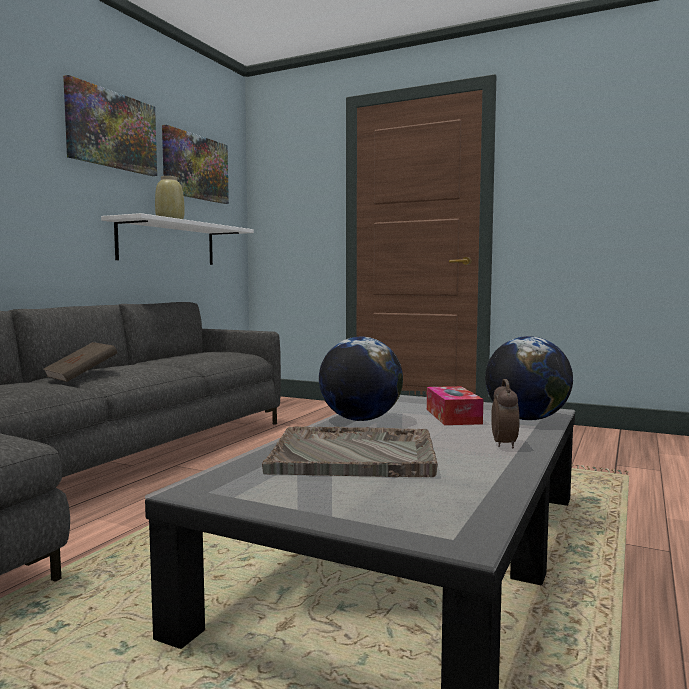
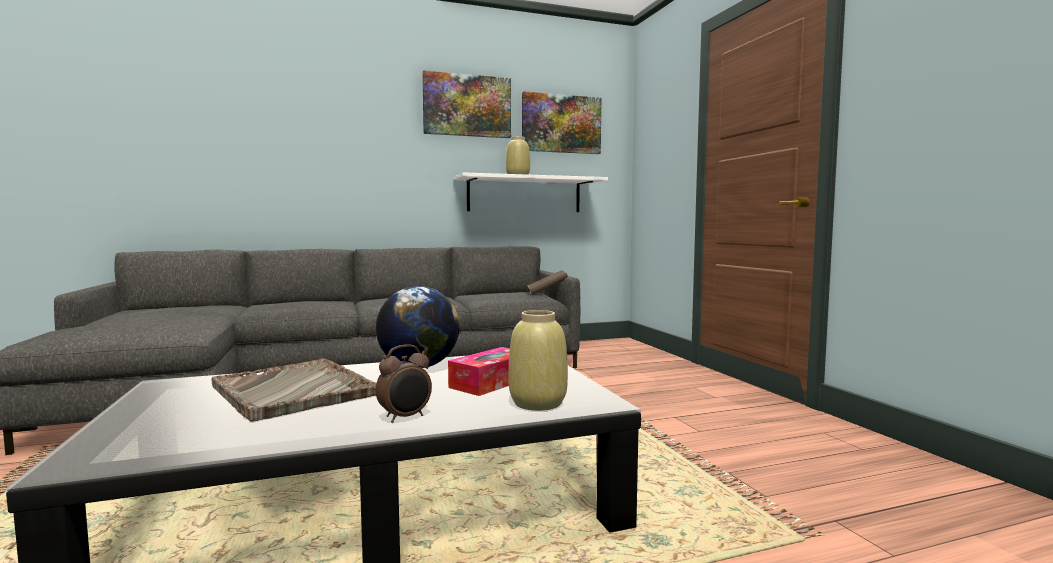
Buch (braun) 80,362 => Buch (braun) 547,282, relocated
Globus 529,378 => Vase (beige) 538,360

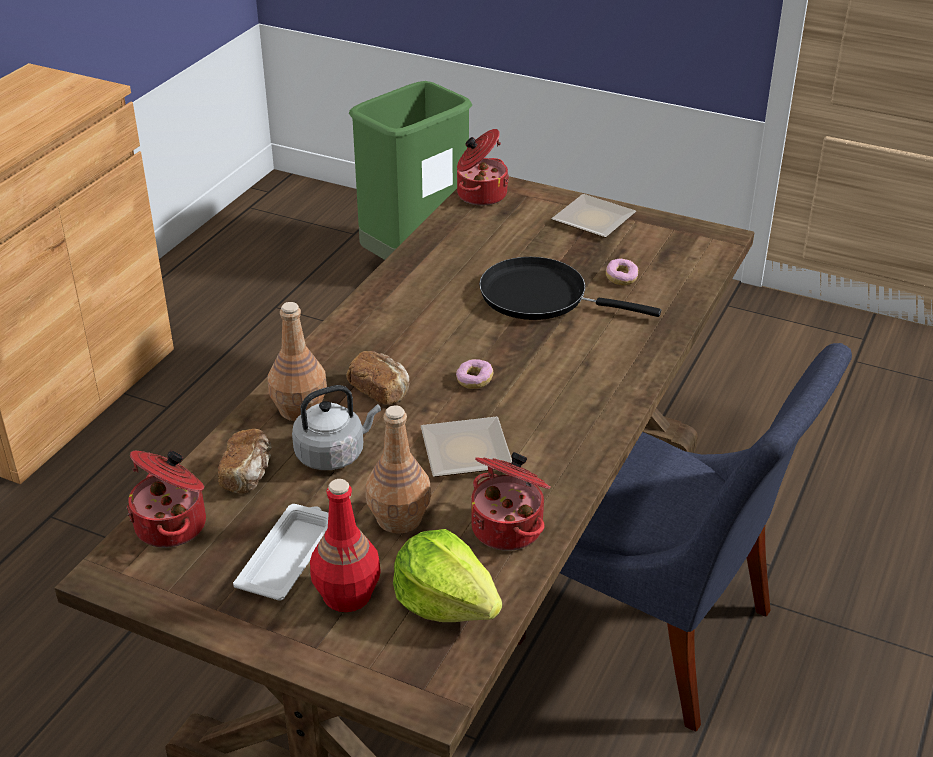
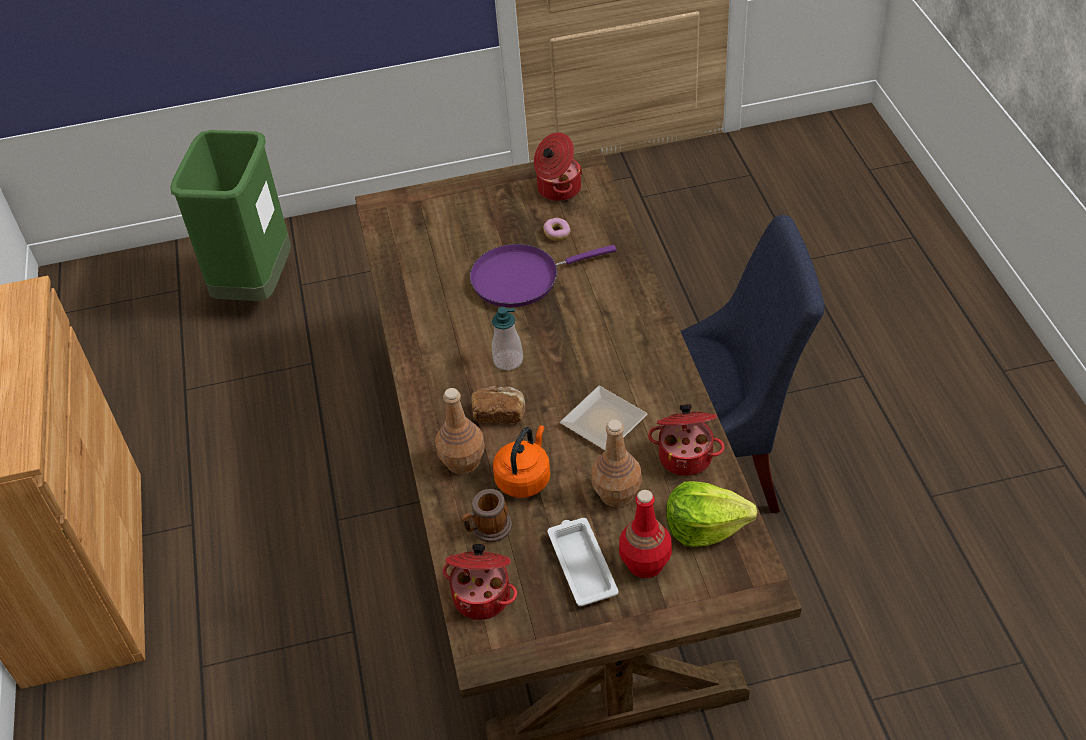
Donut 474,374 => nothing
Teller 593,216 => nothing
nothing => Seifenspender 507,338
Kochtopf 483,167 => Kochtopf 558,166, relocated
Brot 245,461 => Henkelbecher 486,515
Wasserkessel (grau) 336,427 => Wasserkessel (orange) 521,461
Pfanne (schwarz) 570,288 => Pfanne (lila) 543,275

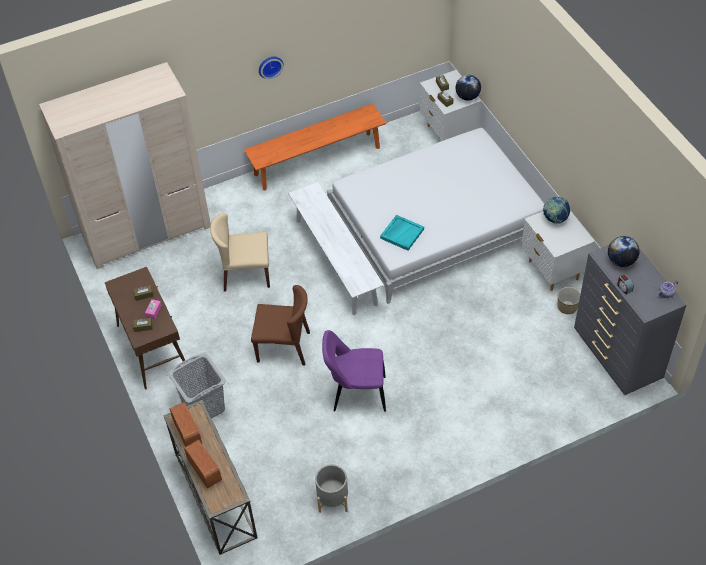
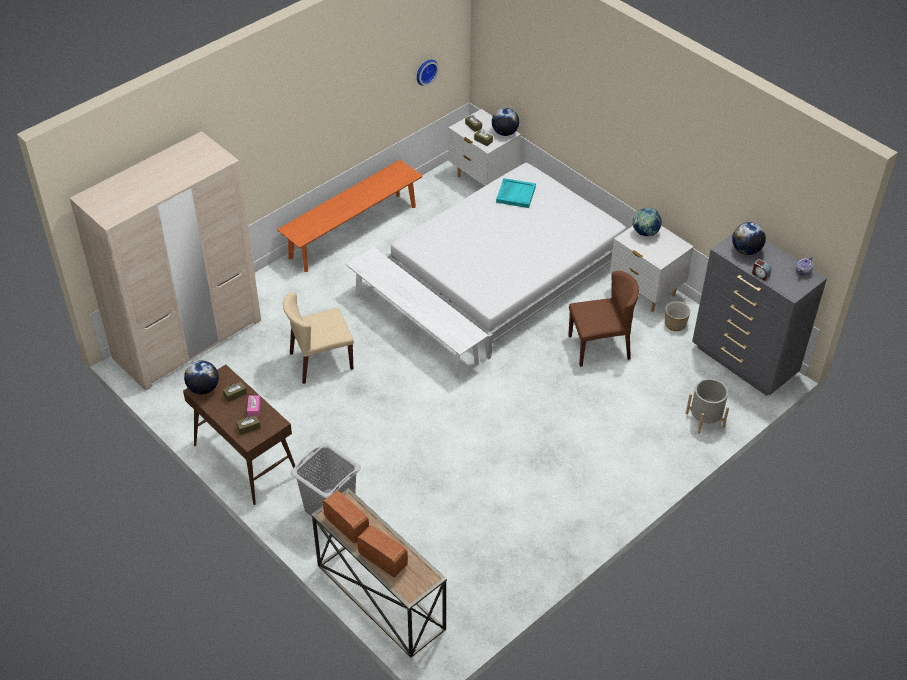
Stuhl (lila) 354,371 => nothing
nothing => Globus 201,377
Stuhl (braun) 280,325 => Stuhl (braun) 603,319, relocated
Wanduhr 271,68 => Wanduhr 428,73, relocated
Pflanzkübel (grau) 331,488 => Pflanzkübel (grau) 707,406, relocated
Tablett (türkis) 402,233 => Tablett (türkis) 516,193, relocated

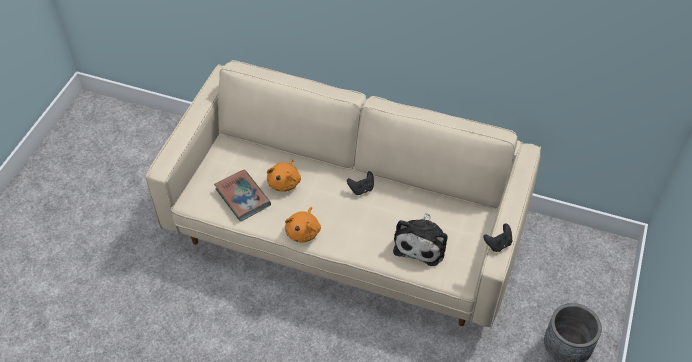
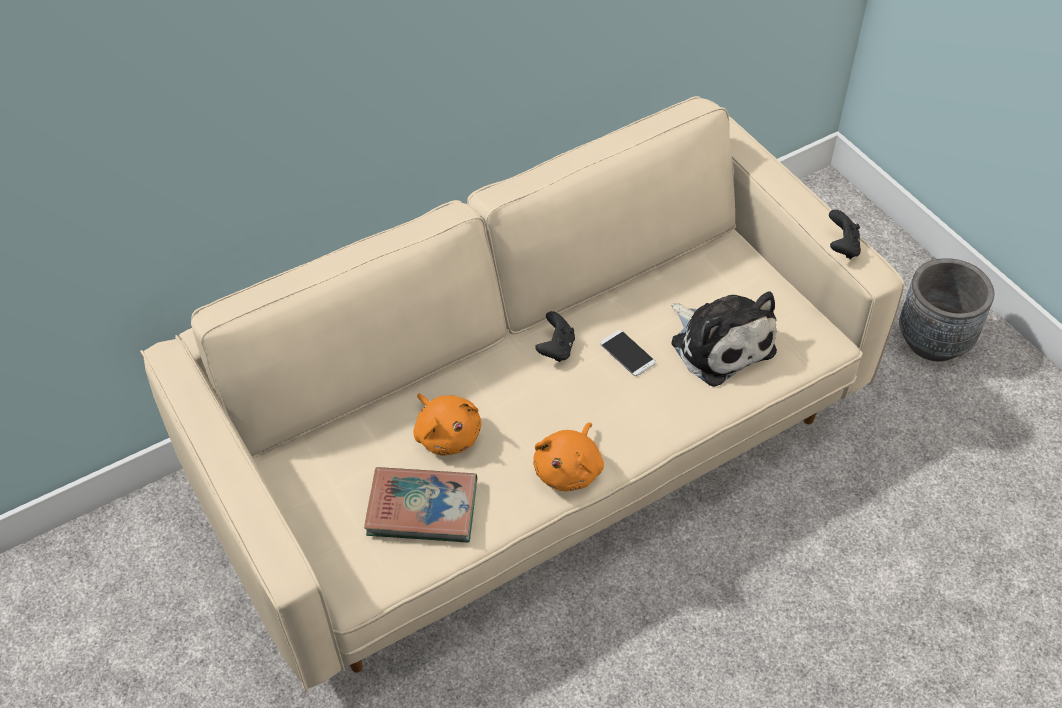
nothing => Handy 628,353
Plüschtier (orange) 303,224 => Plüschtier (orange) 568,456, 60 degrees clockwise

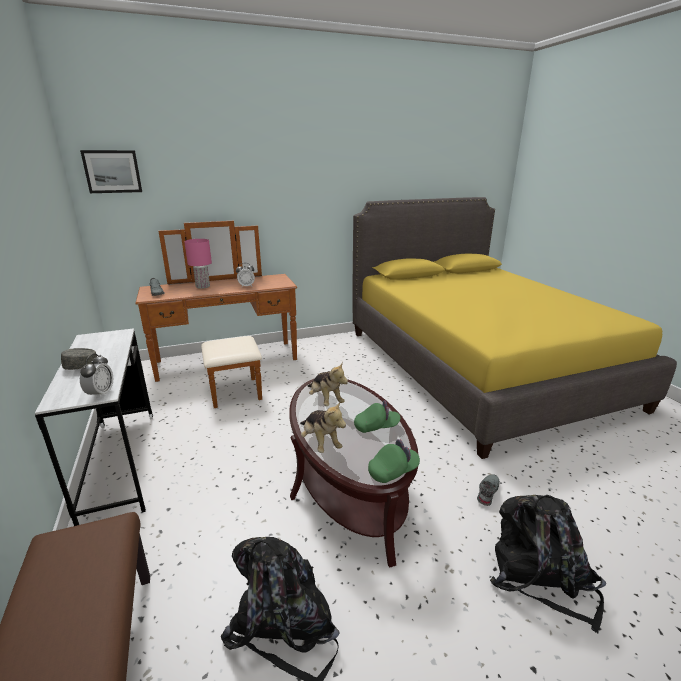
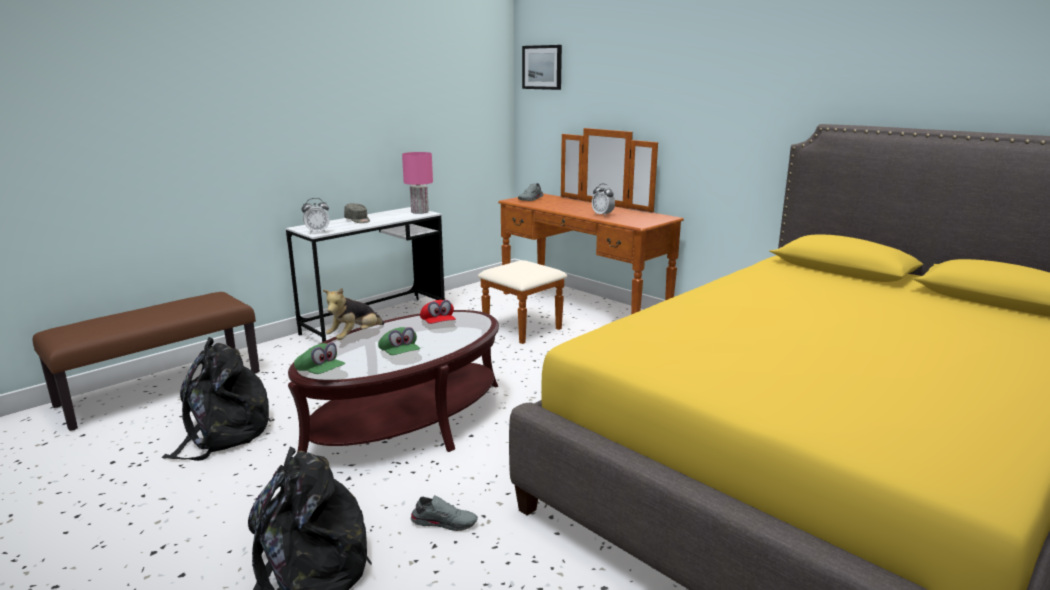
Tischlampe (rosa) 198,264 => Tischlampe (rosa) 417,183, relocated
Plüschtier 328,384 => Kappe (rot) 438,312

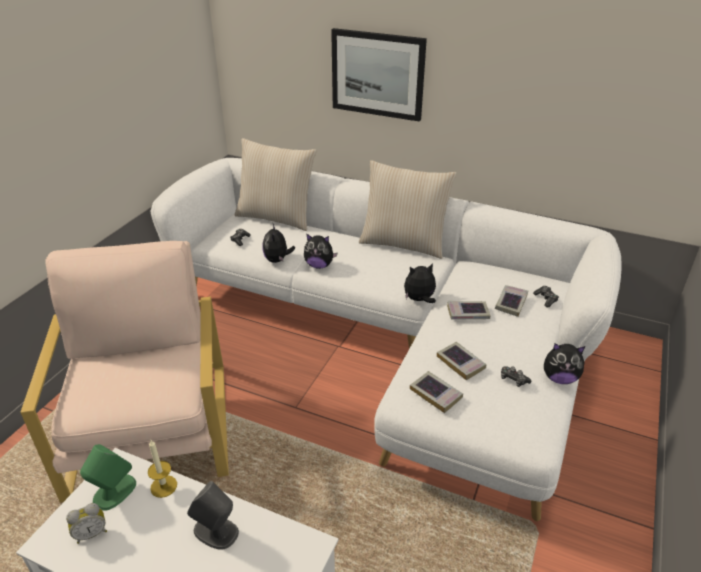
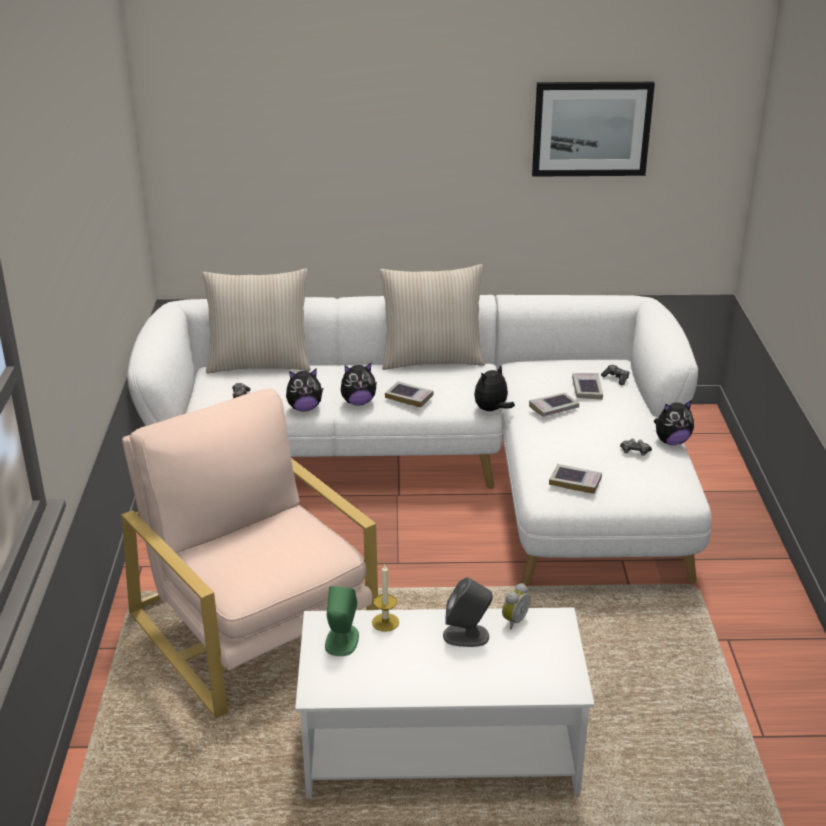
Wecker 86,523 => Wecker 516,606, relocated
Bild 379,74 => Bild 593,129, relocated
Buch 462,361 => Buch 409,394, relocated
Plüschtier 278,243 => Plüschtier 304,390, 75 degrees counterclockwise

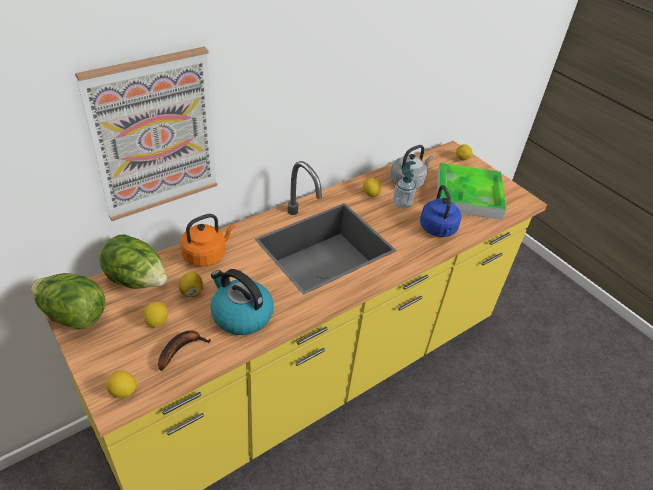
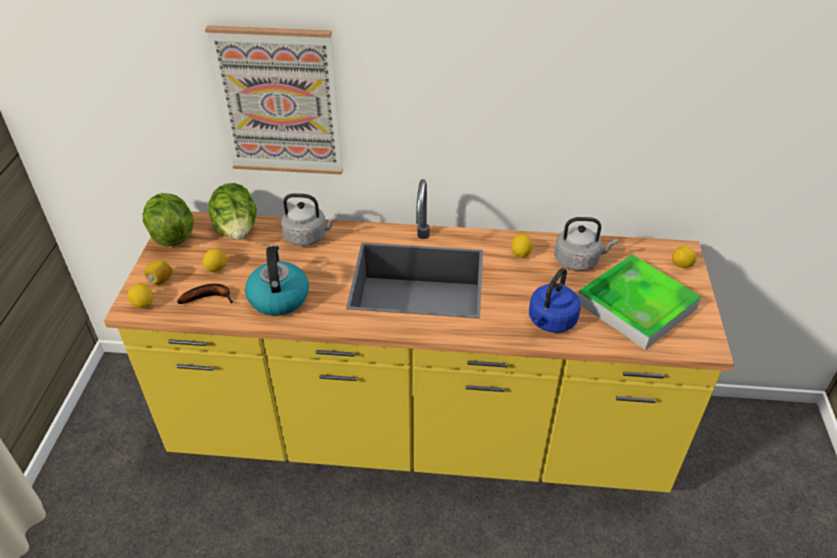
Seifenspender 404,185 => nothing
Zitrone 190,284 => Zitrone 158,272, relocated
Wasserkessel (orange) 207,240 => Wasserkessel (grau) 309,219

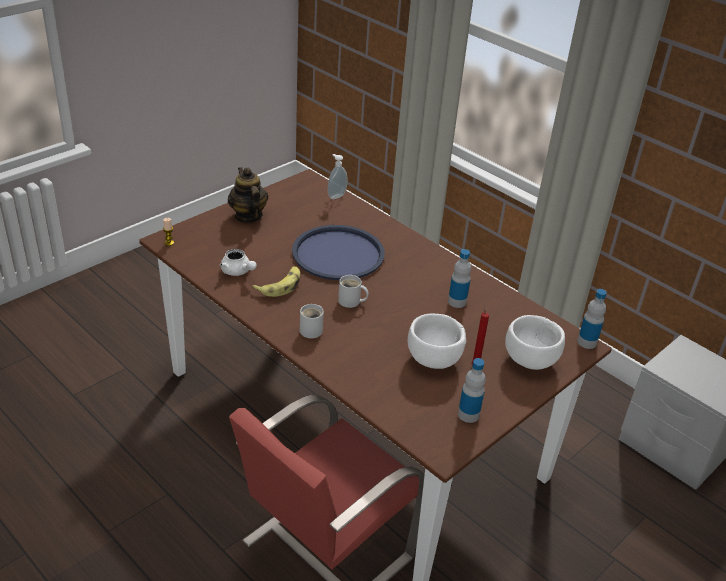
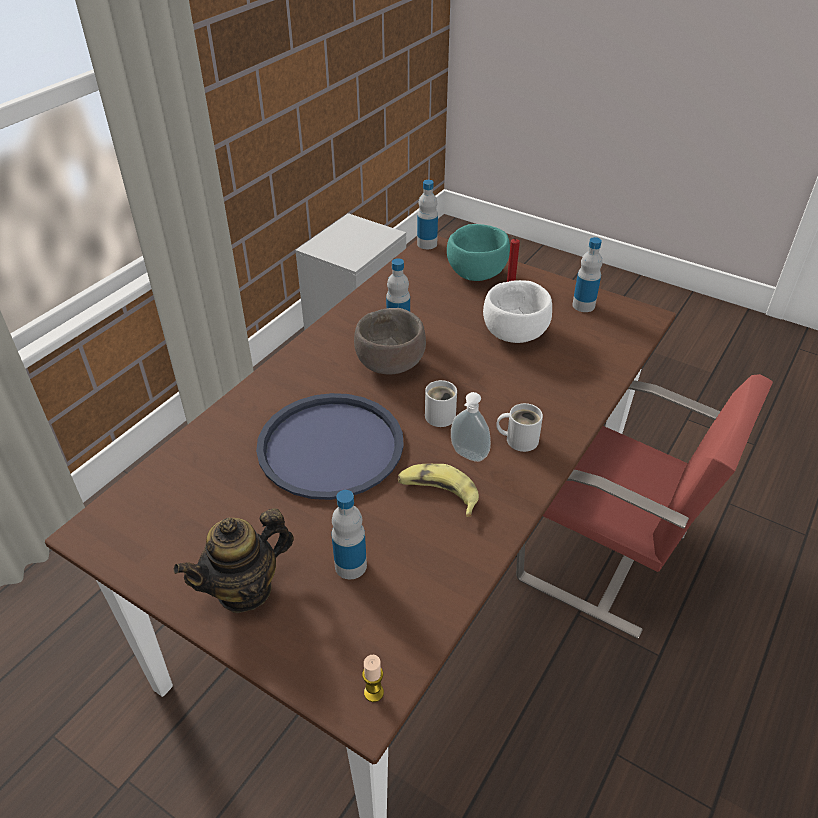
Teekanne (weiß) 238,262 => nothing
nothing => Flasche 349,534
nothing => Schüssel (braun) 390,341
Seifenspender 337,176 => Seifenspender 471,427, relocated
Schüssel (weiß) 535,342 => Schüssel (türkis) 478,252

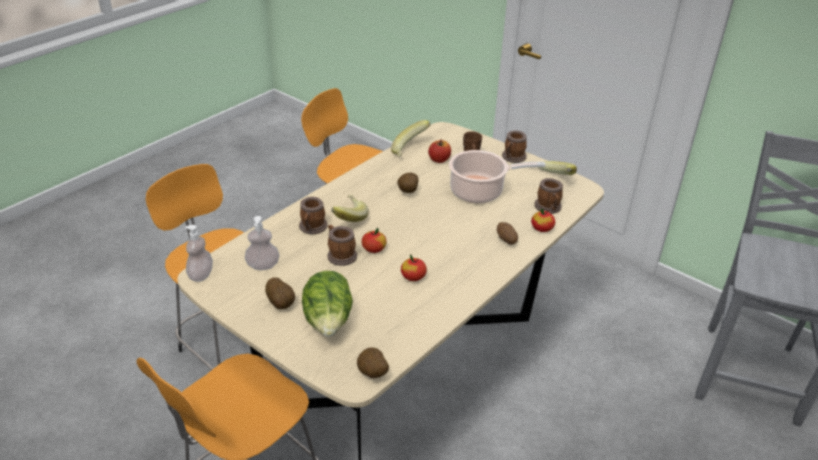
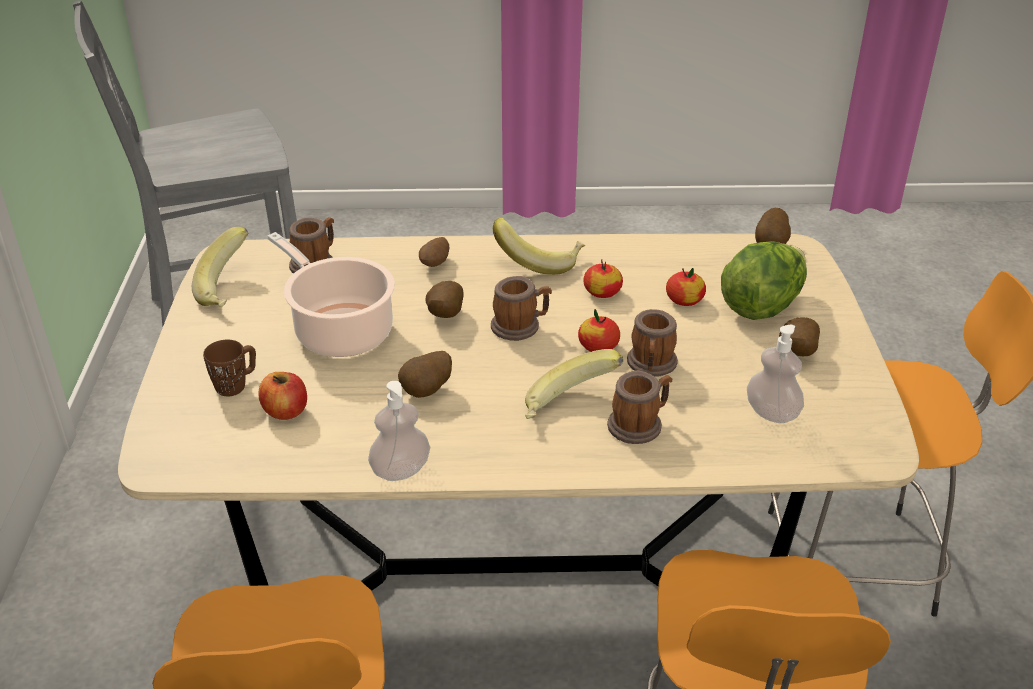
nothing => Kartoffel 444,299
Seifenspender 199,253 => Seifenspender 399,431, relocated
Banane 410,138 => Banane 539,246, relocated
Henkelbecher 514,146 => Henkelbecher 521,308, relocated
Apfel 543,220 => Apfel 686,287, relocated

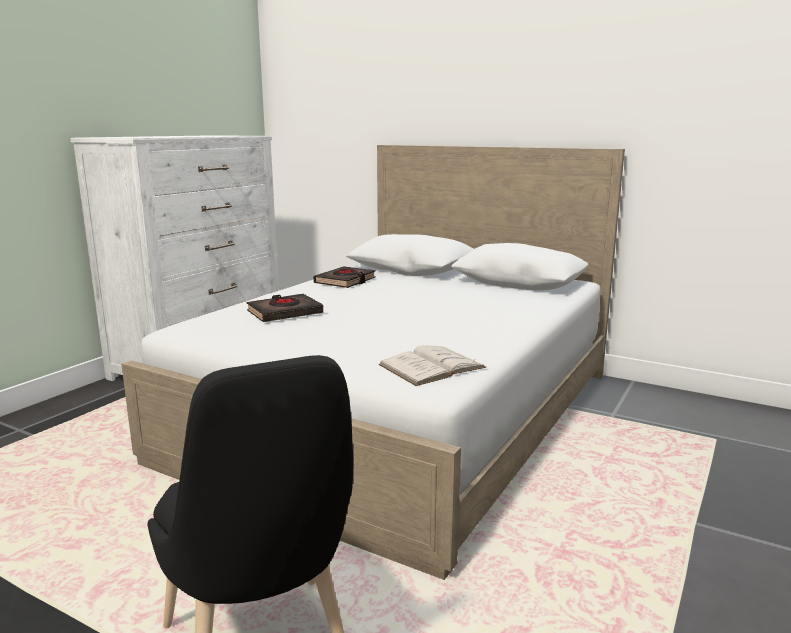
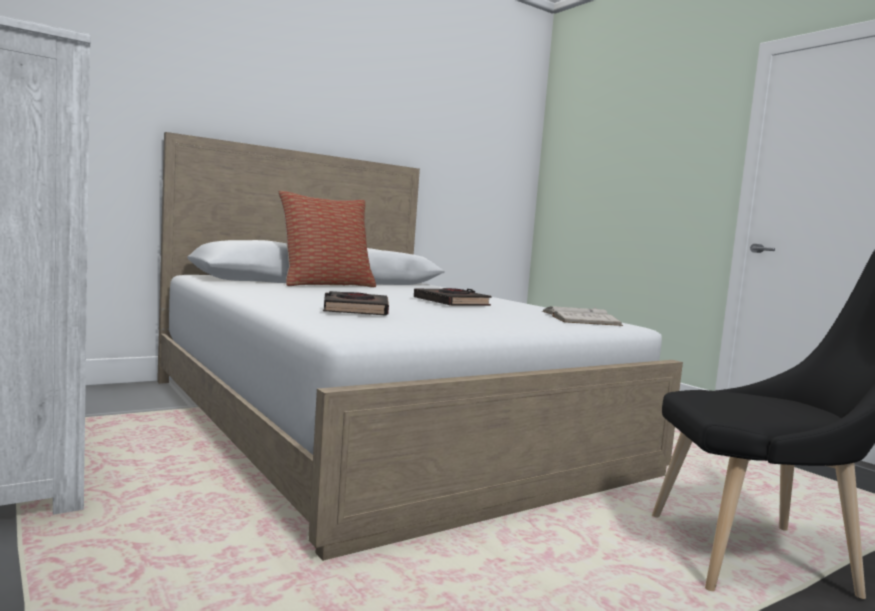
nothing => Kissen 327,239
Buch (schwarz) 344,277 => Buch (schwarz) 453,297, relocated

